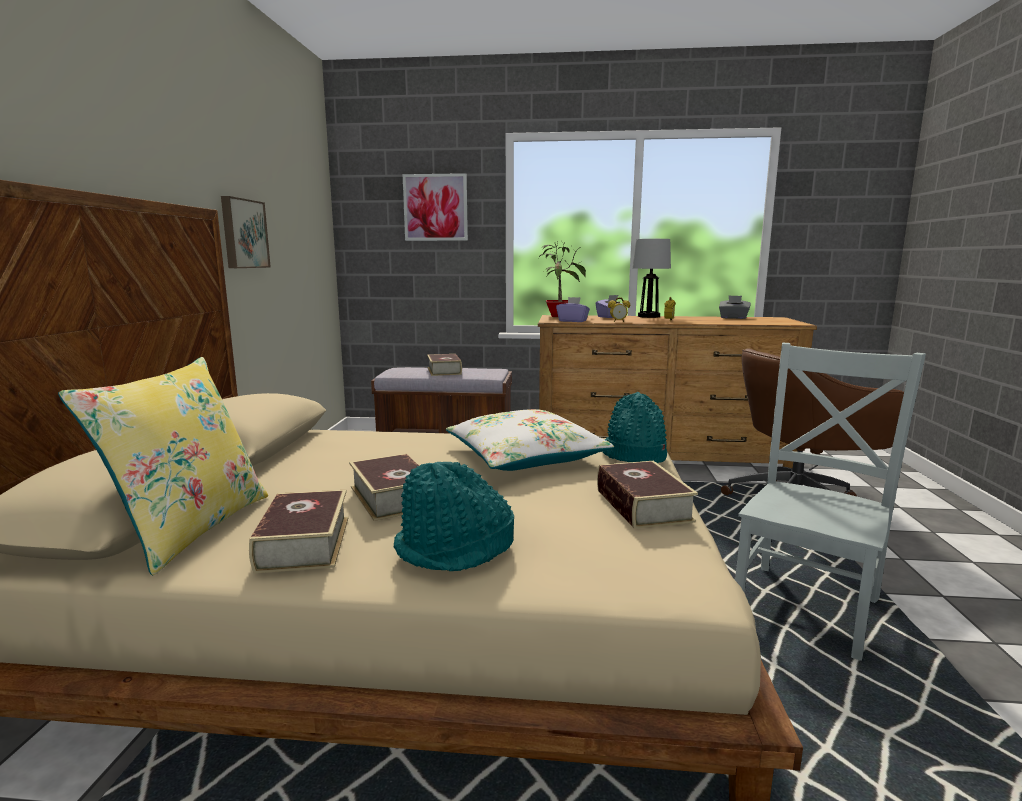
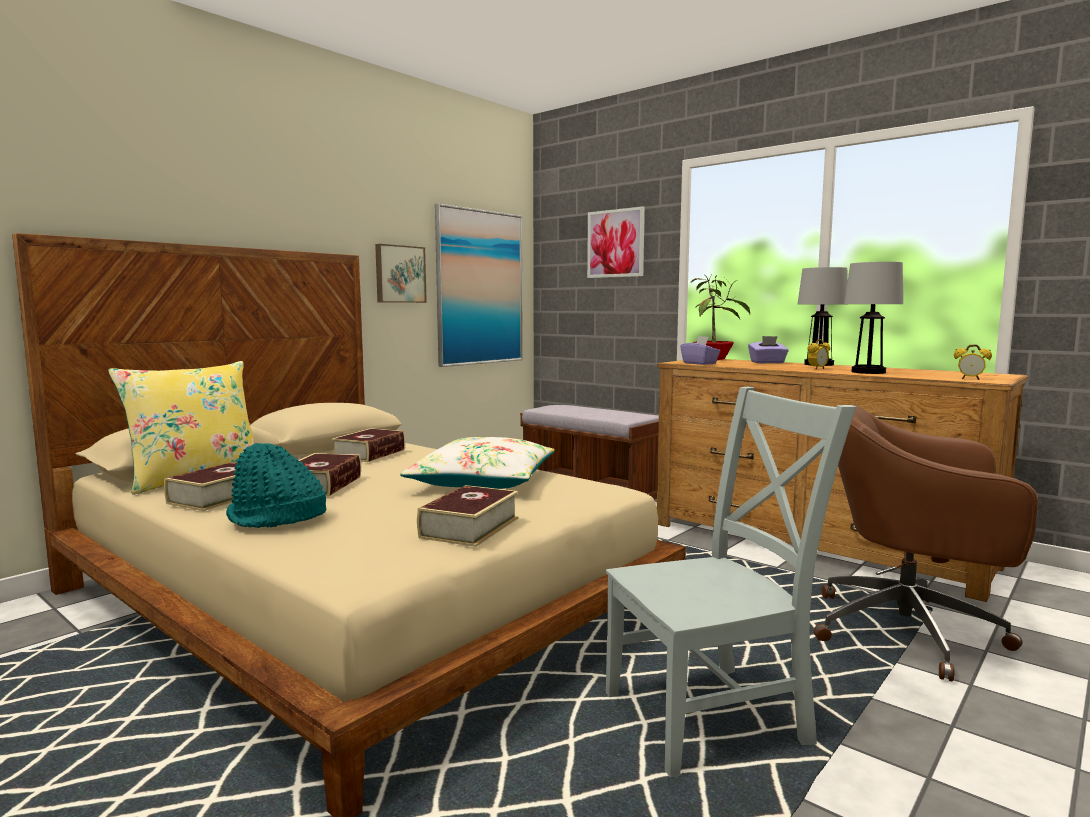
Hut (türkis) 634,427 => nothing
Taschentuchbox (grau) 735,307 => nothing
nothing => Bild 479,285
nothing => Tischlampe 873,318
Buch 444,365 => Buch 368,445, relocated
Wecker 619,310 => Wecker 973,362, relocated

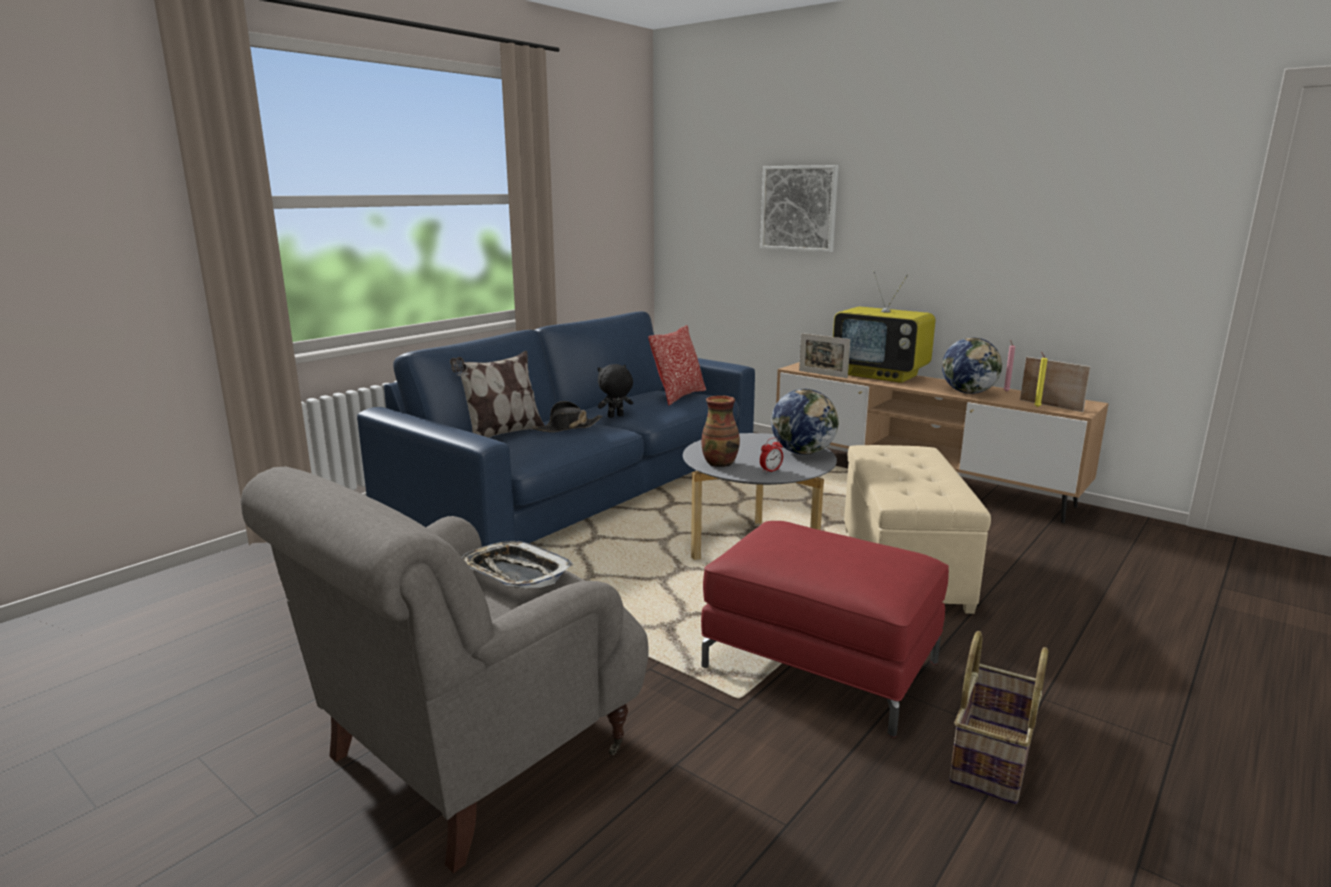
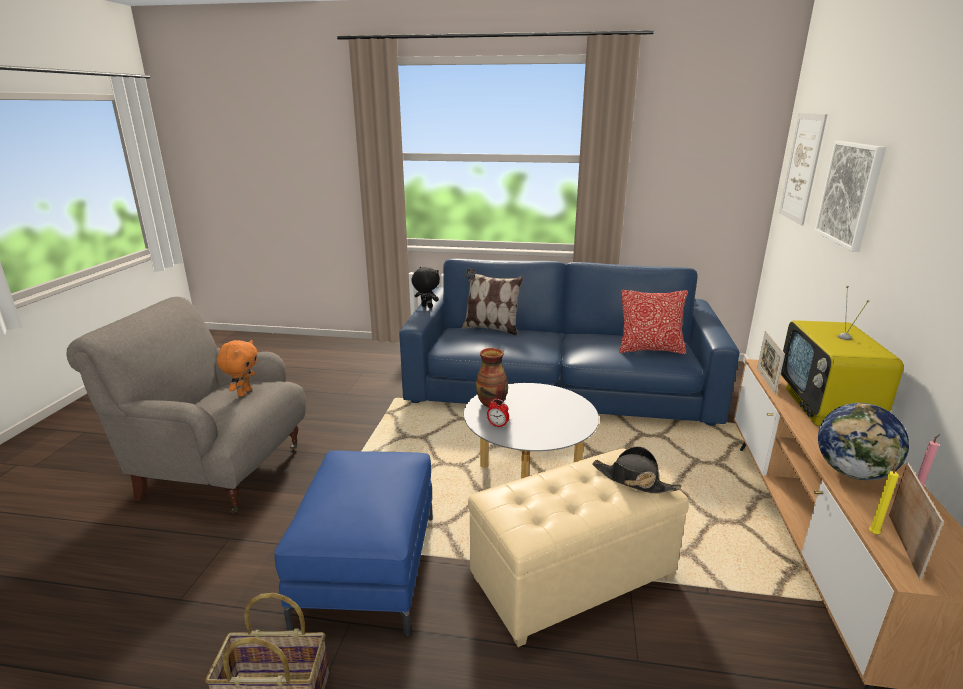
Globus 804,422 => nothing
nothing => Bild 803,169
Hut (schwarz) 567,416 => Hut (schwarz) 637,470, relocated
Plüschtier (schwarz) 615,391 => Plüschtier (schwarz) 425,287, relocated
Tablett 517,565 => Plüschtier (orange) 237,368
Polsterhocker (rot) 825,629 => Polsterhocker (blau) 354,543

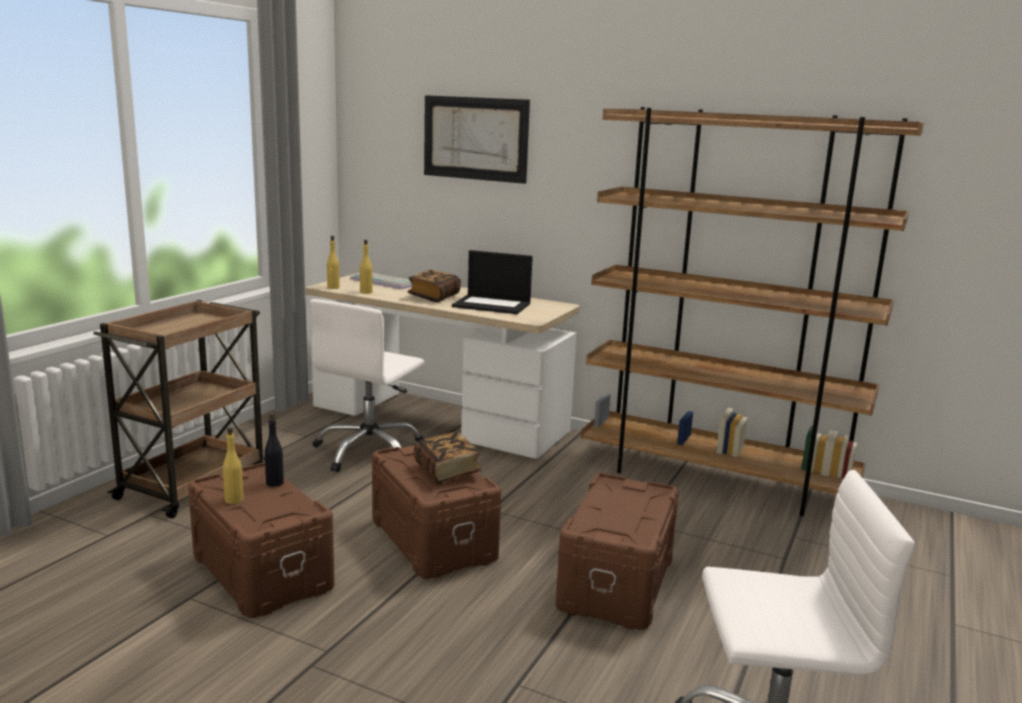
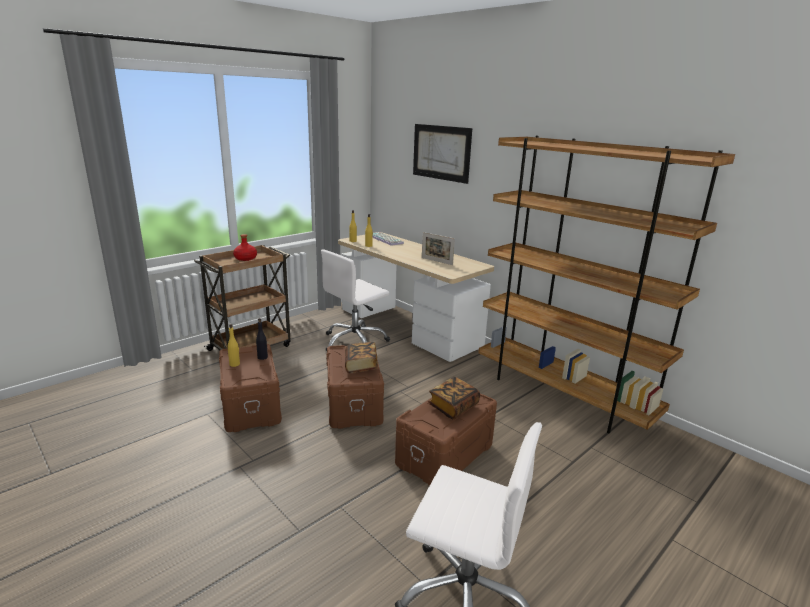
nothing => Flasche (rot) 245,247
Buch 434,286 => Buch 454,398, relocated
Laptop 492,282 => Bilderrahmen 438,248

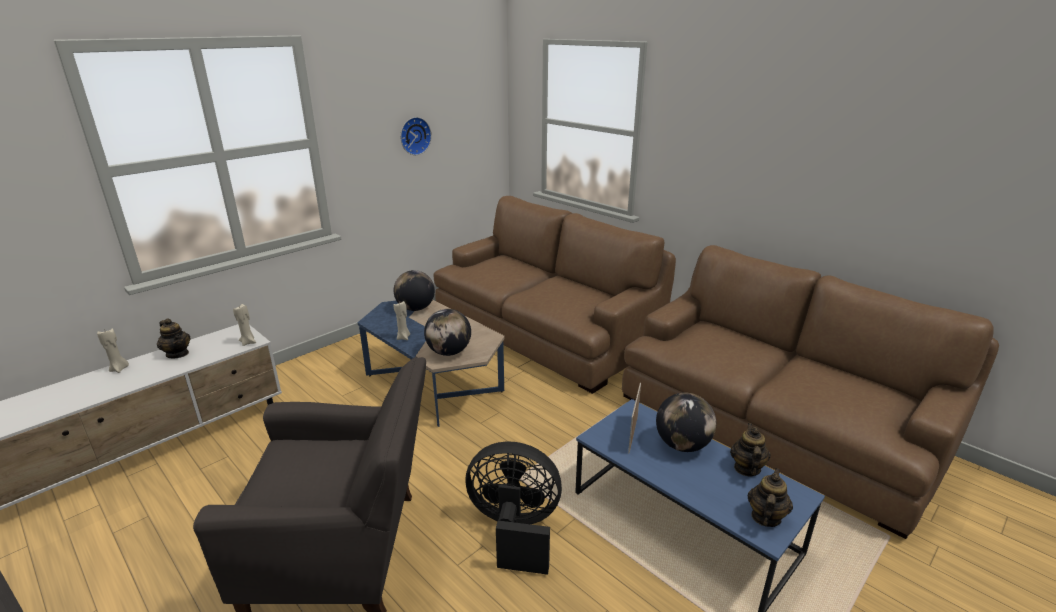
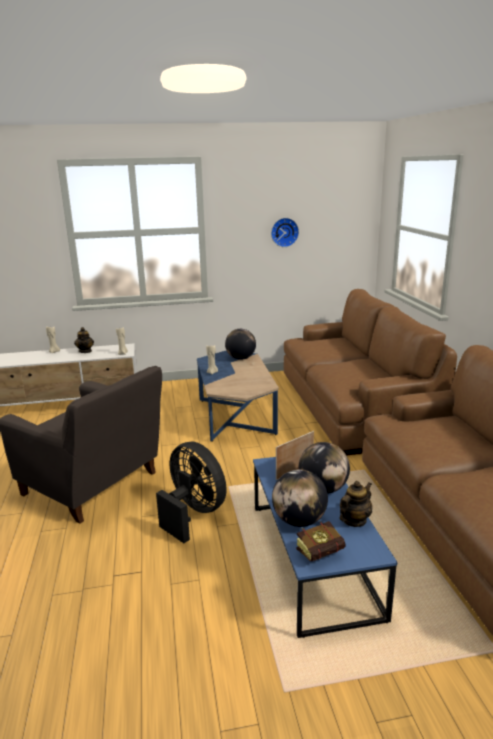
Globus 447,332 => Globus 300,498, relocated
Teekanne 770,497 => Buch 320,541

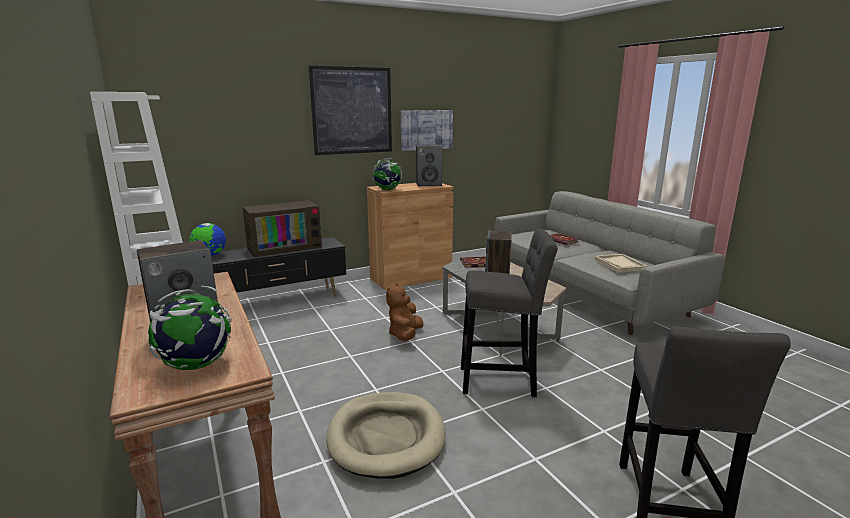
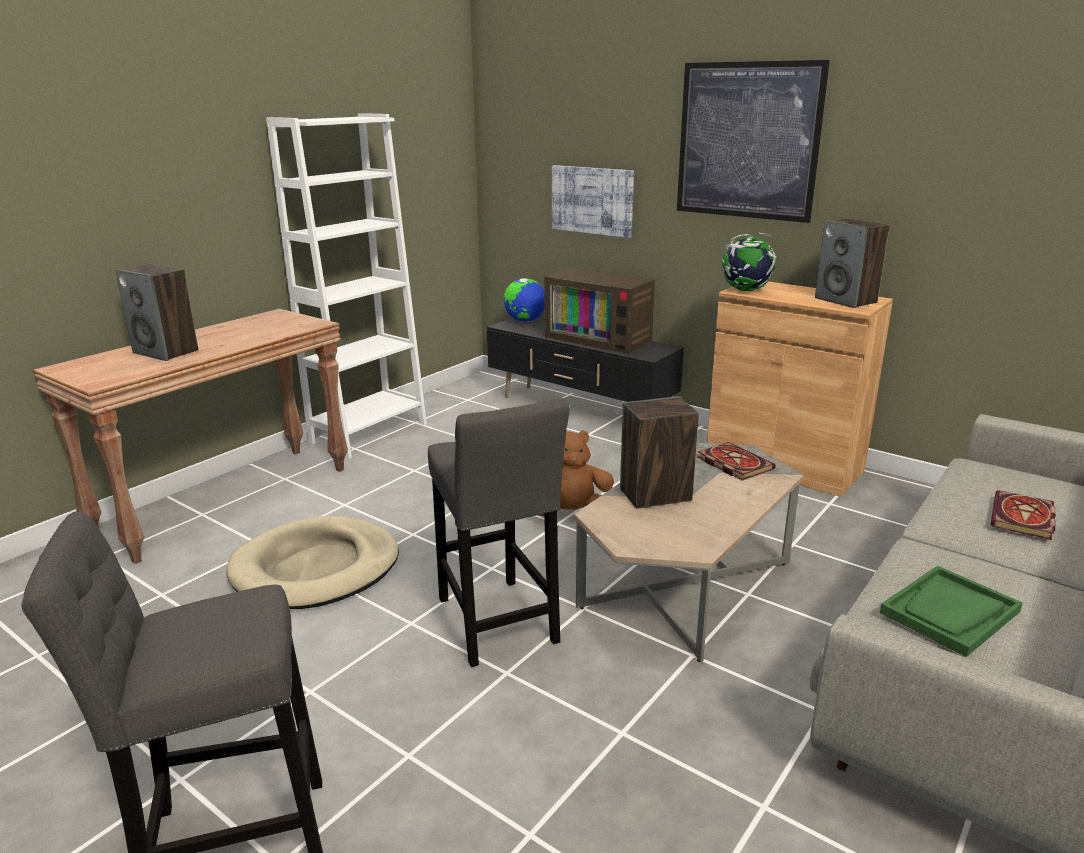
Globus 189,328 => nothing
Bild 427,130 => Bild 593,201, relocated
Tablett (beige) 621,263 => Tablett (grün) 951,611

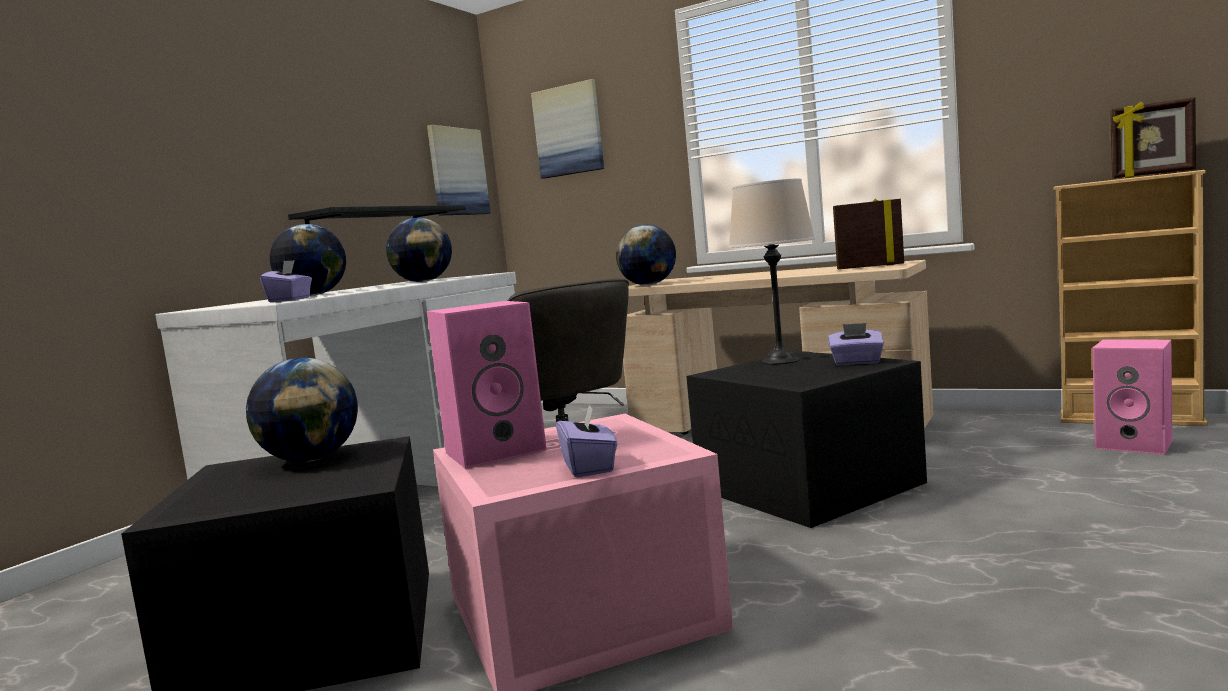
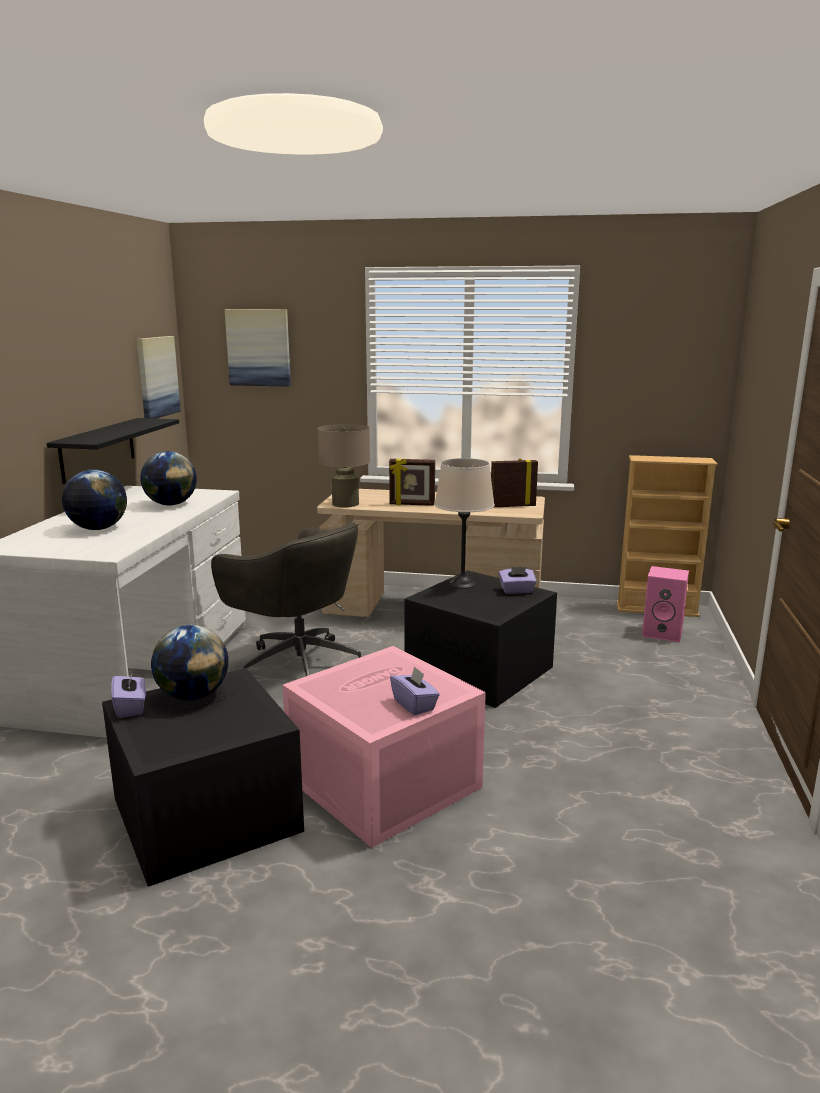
Lautsprecher (rosa) 487,385 => nothing
Taschentuchbox (lila) 286,281 => Taschentuchbox (lila) 128,694, relocated
Bilderrahmen 1153,138 => Bilderrahmen 412,482, relocated
Globus 646,255 => Tischlampe (beige) 344,465

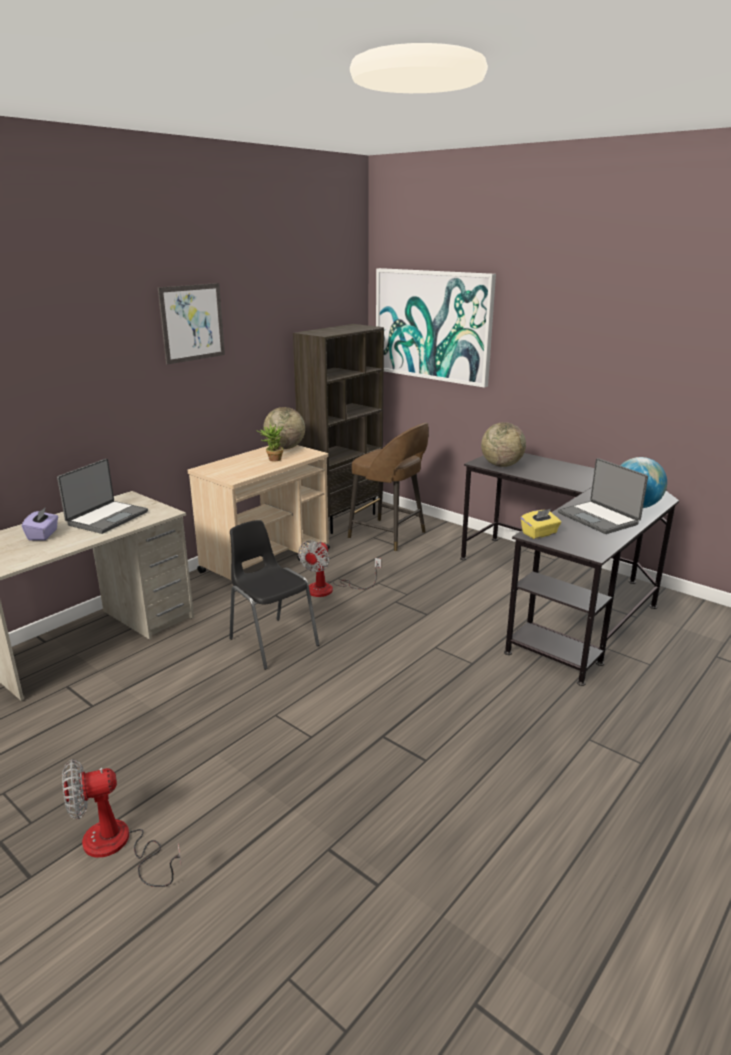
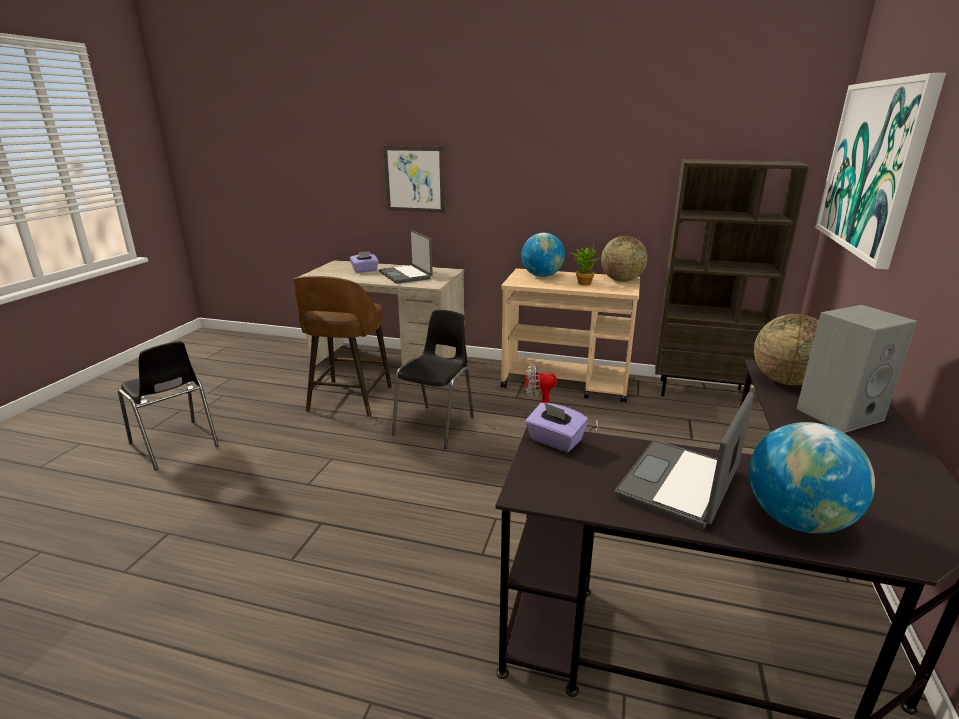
nothing => Globus 543,255
nothing => Lautsprecher (grau) 857,369
Bild 191,323 => Bild 414,179, relocated
Hocker (braun) 388,487 => Hocker (braun) 342,346, relocated
Ventilator 122,823 => Stuhl (schwarz) 168,405
Taschentuchbox (gelb) 541,524 => Taschentuchbox (lila) 556,427
Laptop 102,496 => Laptop 406,257, 60 degrees clockwise

